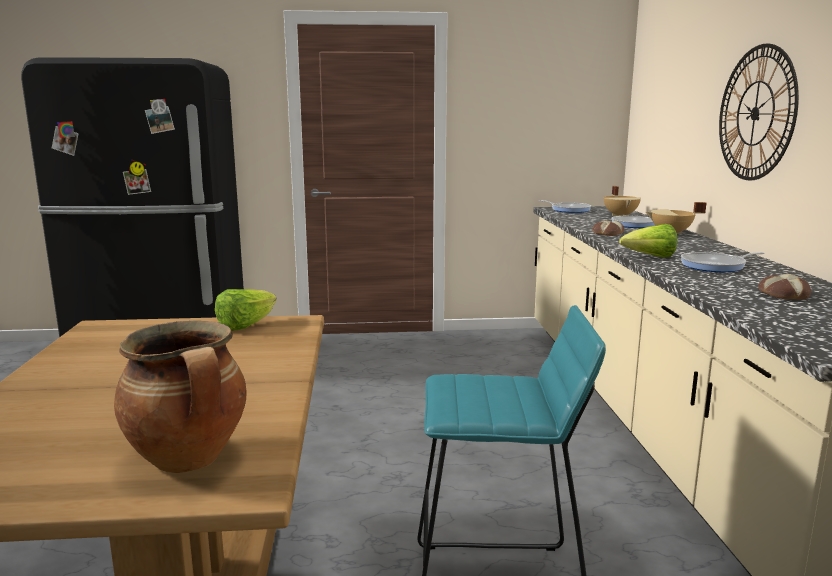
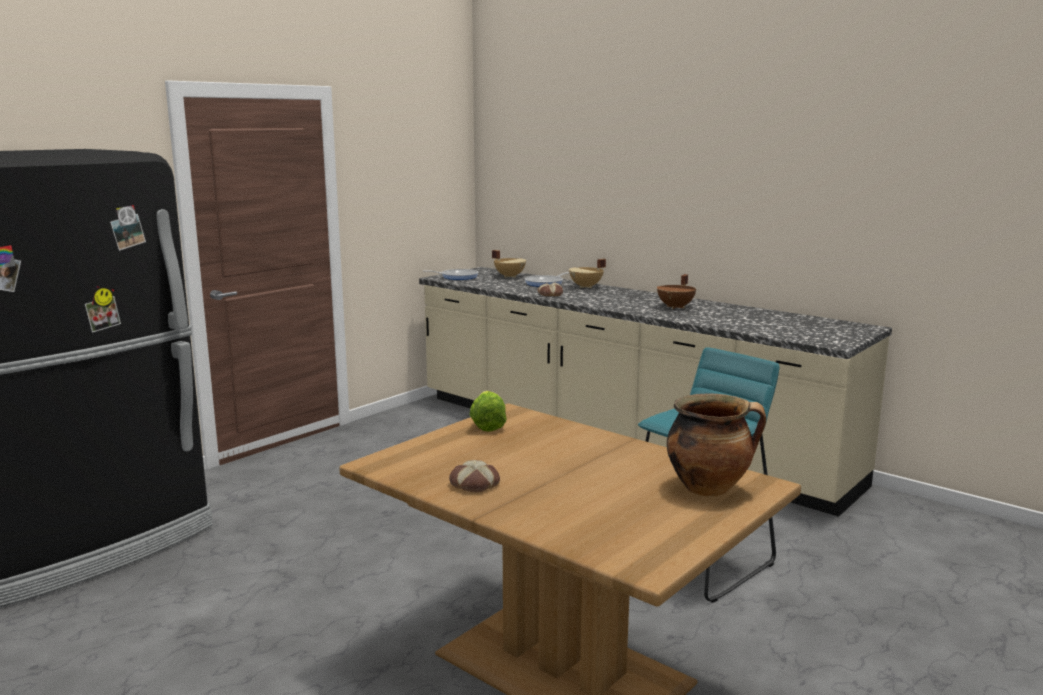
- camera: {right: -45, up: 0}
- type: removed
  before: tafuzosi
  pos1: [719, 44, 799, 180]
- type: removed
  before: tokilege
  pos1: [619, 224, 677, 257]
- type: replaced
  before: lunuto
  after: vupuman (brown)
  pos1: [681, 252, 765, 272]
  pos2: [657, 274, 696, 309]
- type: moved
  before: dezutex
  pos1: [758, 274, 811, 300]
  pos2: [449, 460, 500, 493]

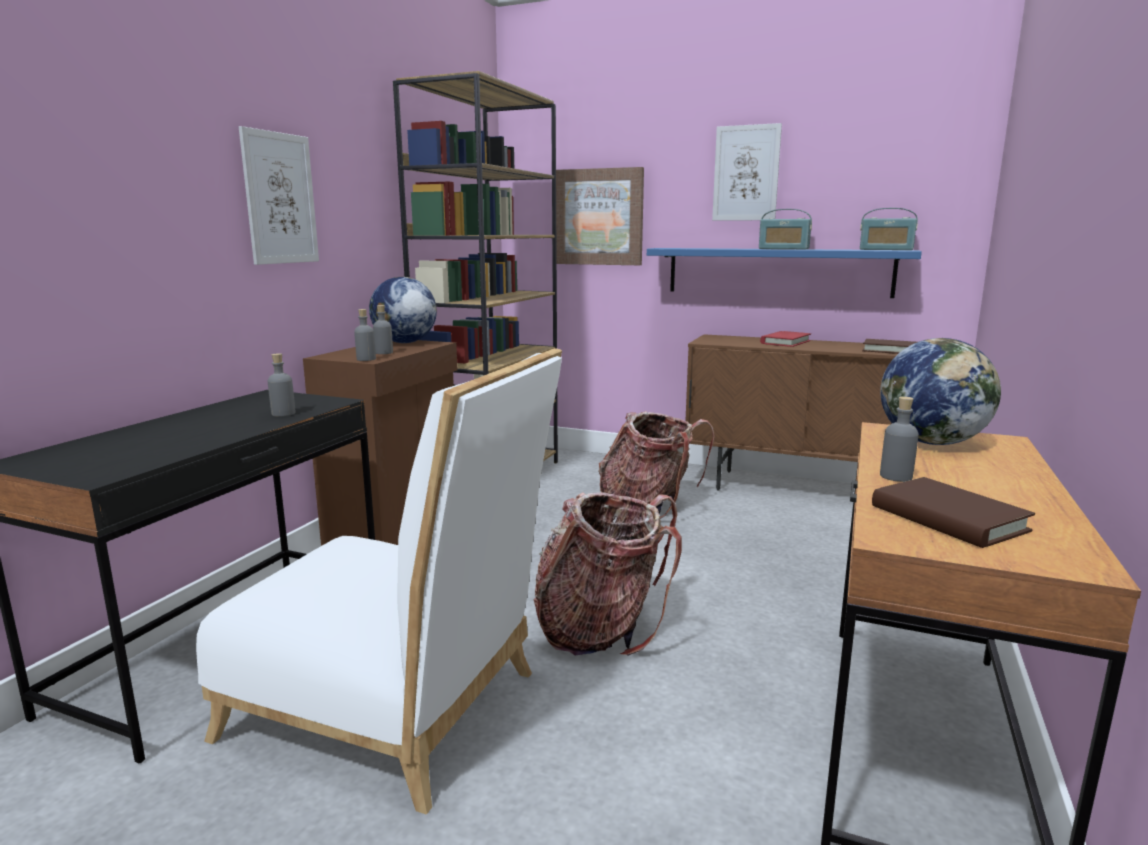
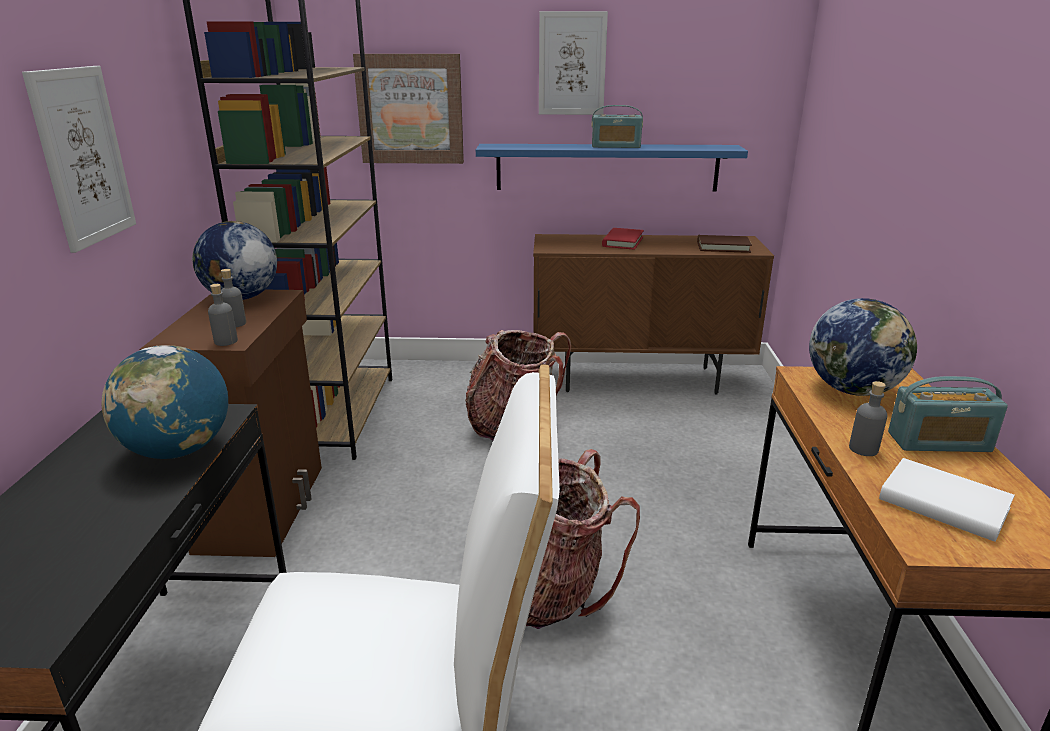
- camera: {right: -20, up: 10}
- type: moved
  before: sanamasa
  pos1: [860, 208, 918, 250]
  pos2: [888, 376, 1008, 452]
- type: replaced
  before: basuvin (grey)
  after: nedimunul
  pos1: [268, 353, 295, 417]
  pos2: [102, 345, 228, 459]
- type: recoloured
  before: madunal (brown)
  after: madunal (white)
  pos1: [872, 477, 1035, 548]
  pos2: [879, 458, 1015, 542]

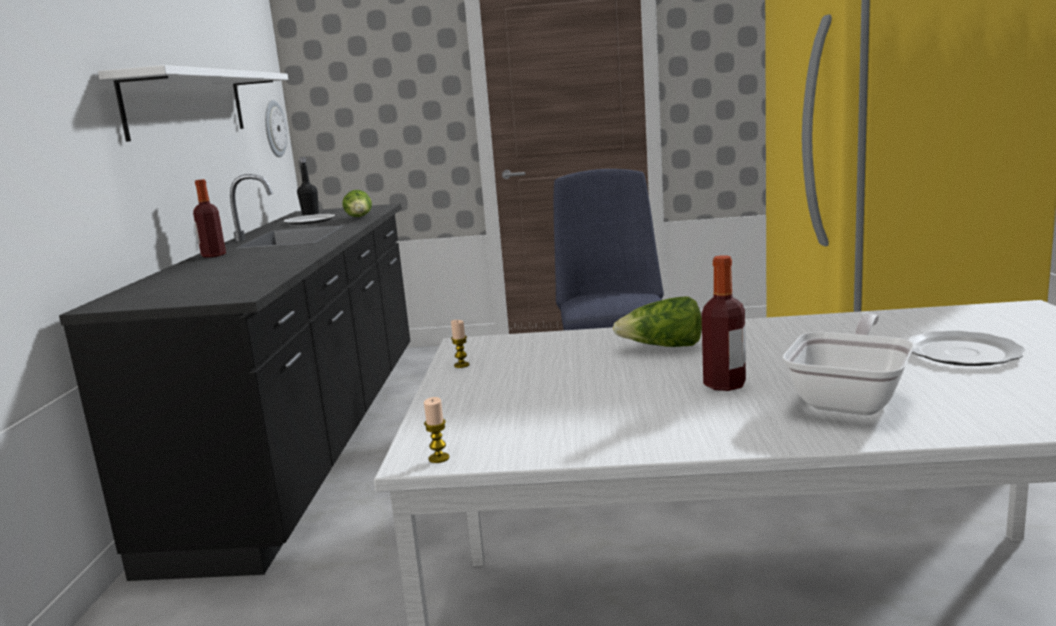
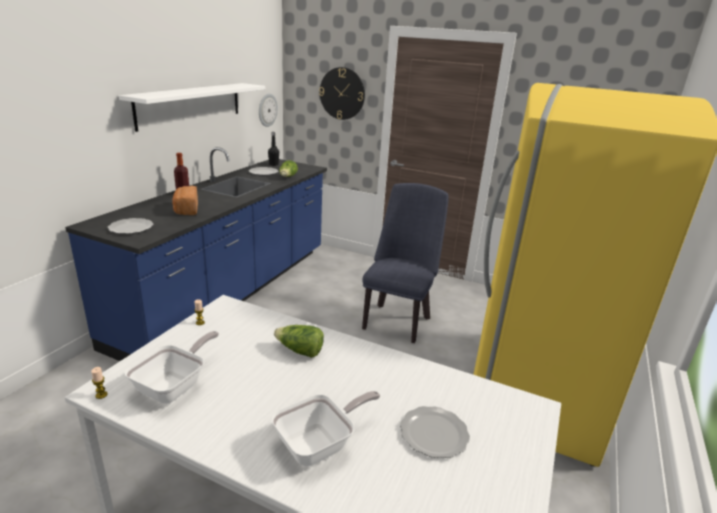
- camera: {right: 20, up: 10}
- type: recoloured
  before: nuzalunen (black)
  after: nuzalunen (blue)
  pos1: [59, 174, 410, 581]
  pos2: [65, 147, 327, 361]
- type: removed
  before: basuvin
  pos1: [702, 255, 746, 391]
- type: added
  after: tafuzosi
  pos2: [319, 67, 365, 120]
- type: added
  after: dezutex
  pos2: [172, 186, 198, 215]
- type: added
  after: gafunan
  pos2: [107, 218, 153, 234]
- type: added
  after: lunuto
  pos2: [125, 331, 219, 404]

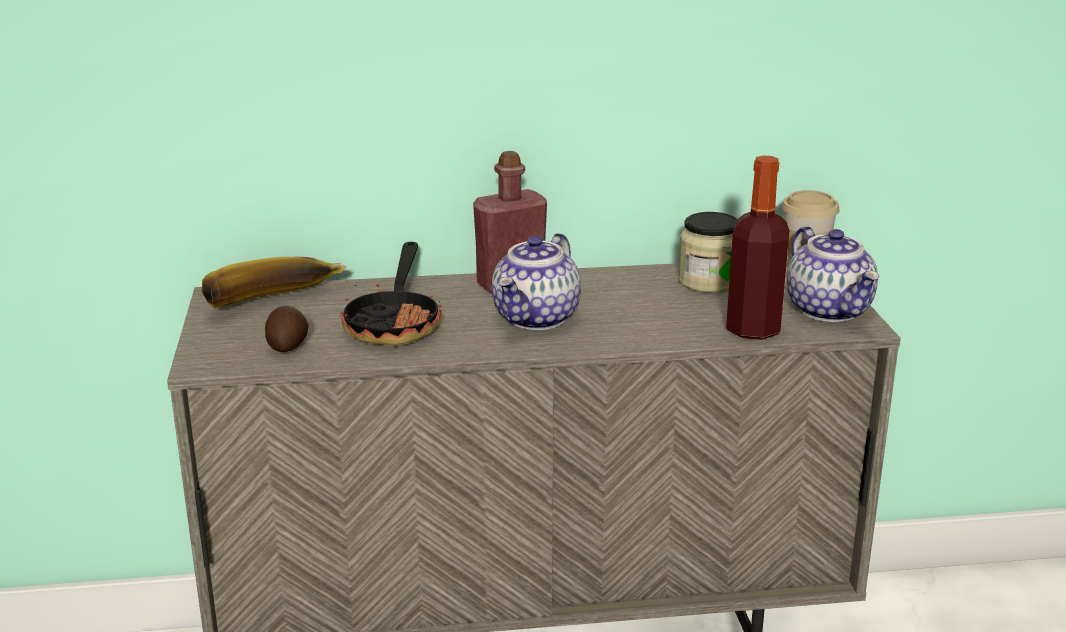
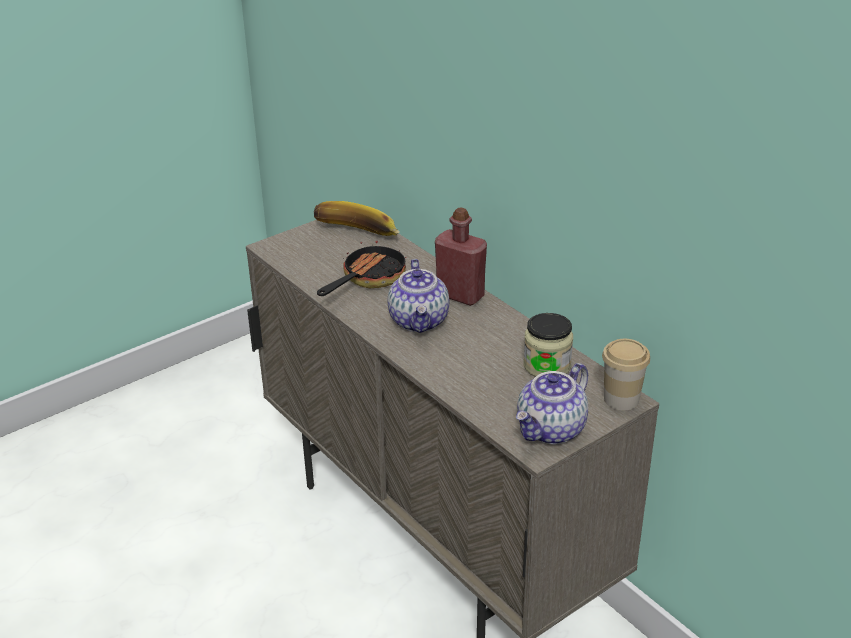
- camera: {right: 60, up: 10}
- type: removed
  before: basuvin
  pos1: [726, 155, 789, 340]
- type: turned
  before: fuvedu
  pos1: [492, 233, 581, 330]
  pos2: [388, 259, 449, 333]
  turn: -90
- type: turned
  before: lunuto
  pos1: [340, 242, 442, 346]
  pos2: [317, 233, 406, 296]
  turn: 150
- type: removed
  before: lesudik
  pos1: [265, 306, 309, 352]

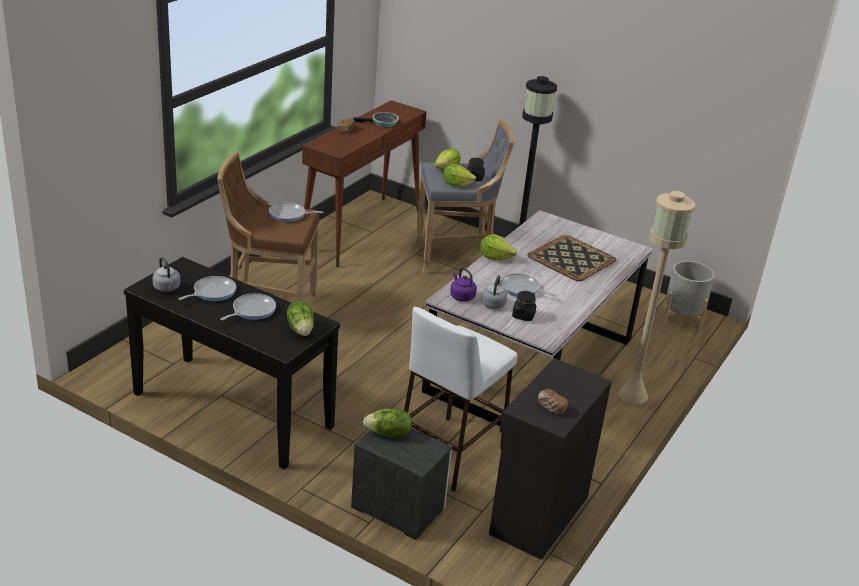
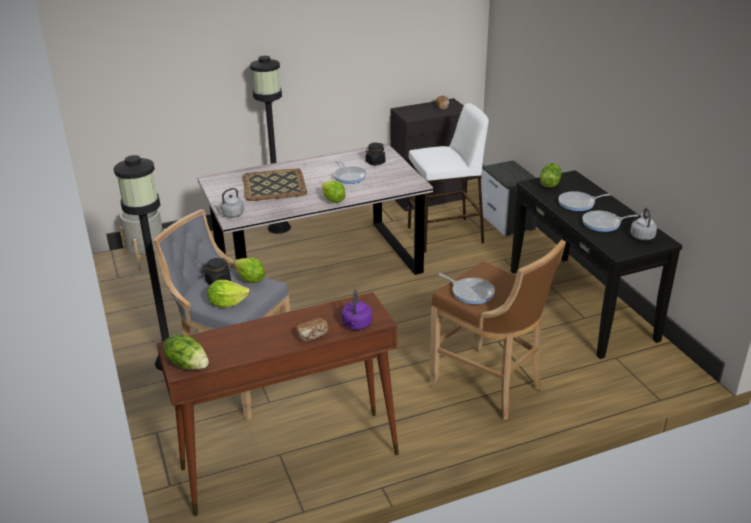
- camera: {right: -140, up: 0}
- type: removed
  before: lunuto
  pos1: [353, 112, 399, 127]
- type: recoloured
  before: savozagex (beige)
  after: savozagex (black)
  pos1: [618, 191, 695, 404]
  pos2: [250, 56, 291, 234]
- type: moved
  before: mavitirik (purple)
  pos1: [450, 268, 477, 302]
  pos2: [342, 289, 372, 330]
- type: moved
  before: mavitirik (grey)
  pos1: [481, 275, 507, 309]
  pos2: [214, 188, 244, 218]
- type: moved
  before: tokilege
  pos1: [363, 409, 412, 437]
  pos2: [163, 334, 209, 370]

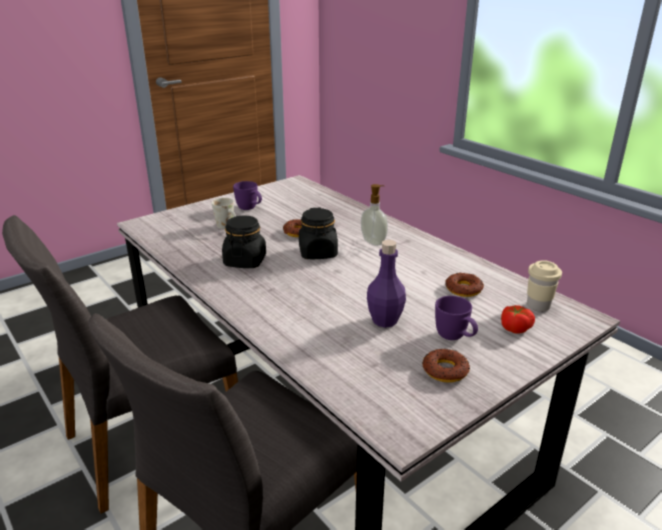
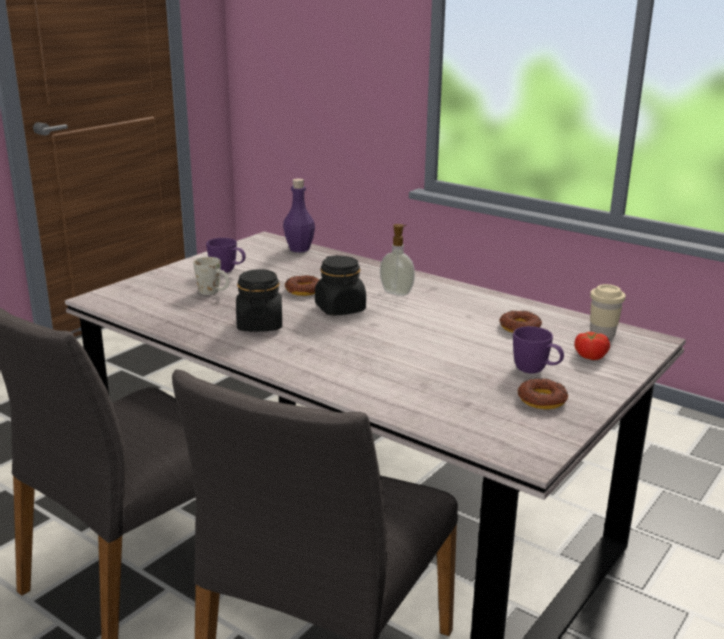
- camera: {right: -15, up: -5}
- type: moved
  before: basuvin (purple)
  pos1: [367, 240, 406, 328]
  pos2: [283, 179, 315, 252]

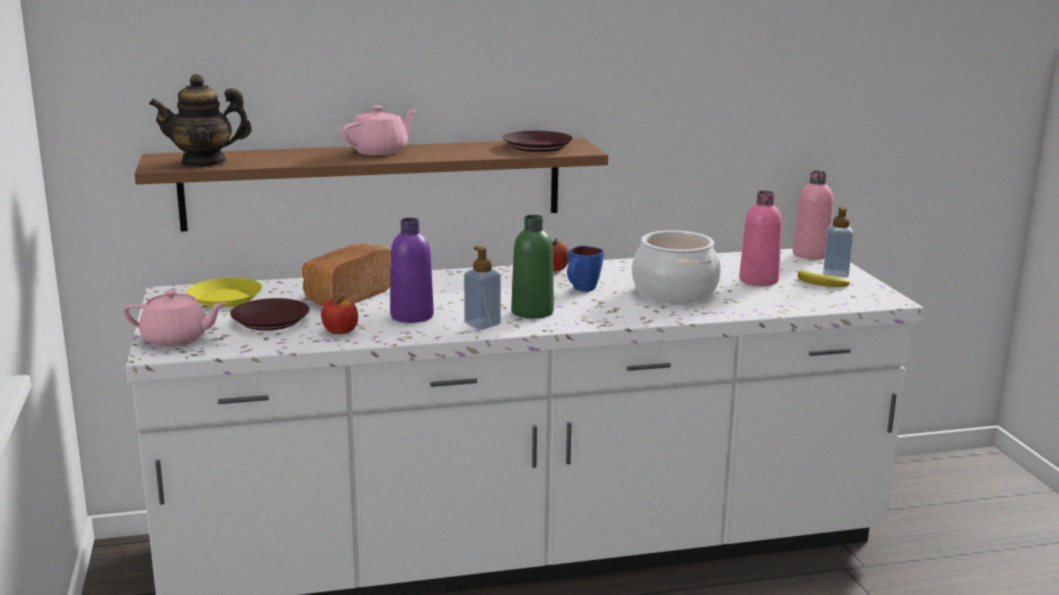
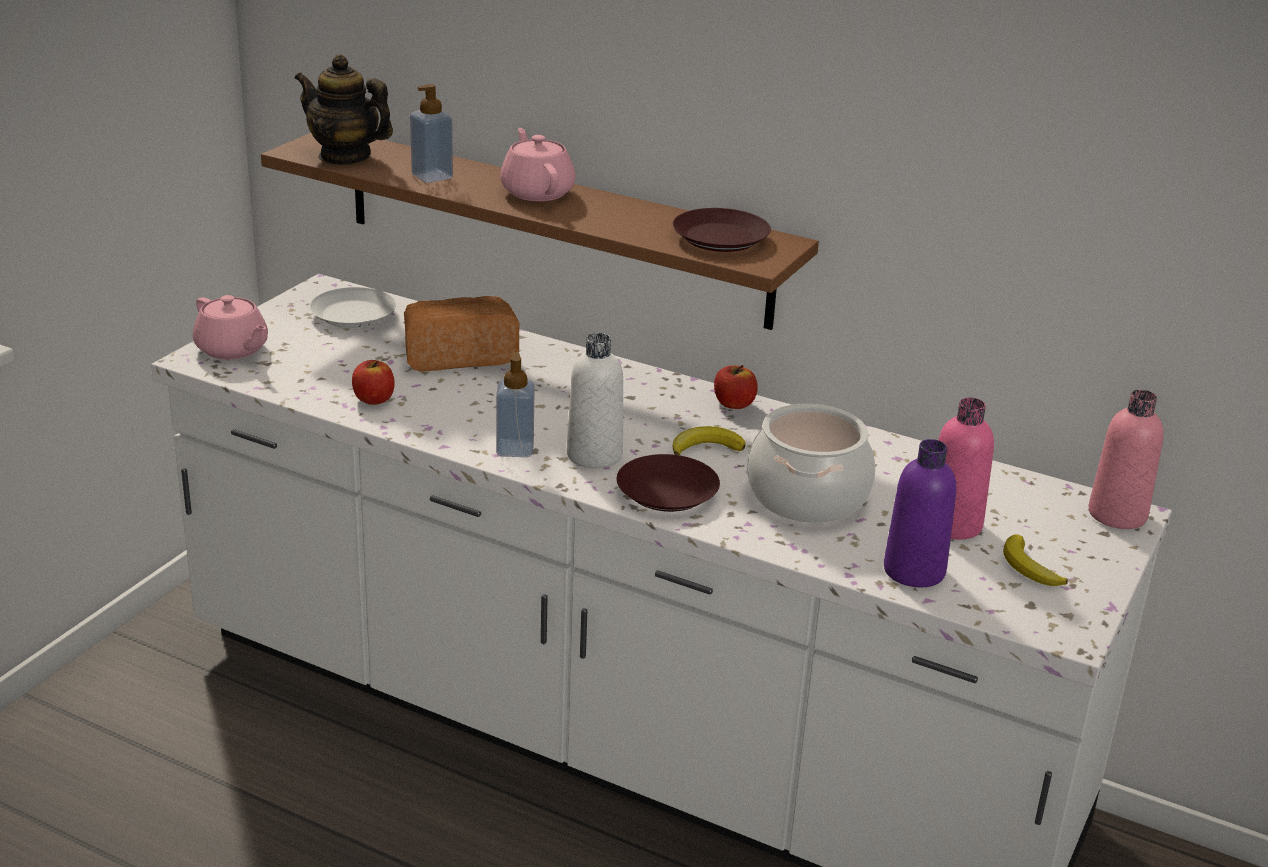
- camera: {right: 40, up: 10}
- type: turned
  before: fuvedu (pink)
  pos1: [342, 106, 416, 155]
  pos2: [500, 128, 576, 201]
  turn: -105
- type: moved
  before: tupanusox
  pos1: [823, 206, 853, 278]
  pos2: [410, 84, 453, 183]
- type: recoloured
  before: basuvin (green)
  after: basuvin (white)
  pos1: [511, 215, 554, 319]
  pos2: [567, 333, 623, 468]
- type: moved
  before: basuvin (purple)
  pos1: [390, 218, 434, 323]
  pos2: [884, 439, 956, 587]
- type: replaced
  before: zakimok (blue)
  after: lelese
  pos1: [567, 246, 604, 292]
  pos2: [673, 426, 745, 455]
- type: recoloured
  before: gafunan (yellow)
  after: gafunan (white)
  pos1: [187, 278, 262, 307]
  pos2: [309, 287, 396, 328]
- type: moved
  before: gafunan (brown)
  pos1: [230, 298, 309, 331]
  pos2: [617, 454, 720, 512]

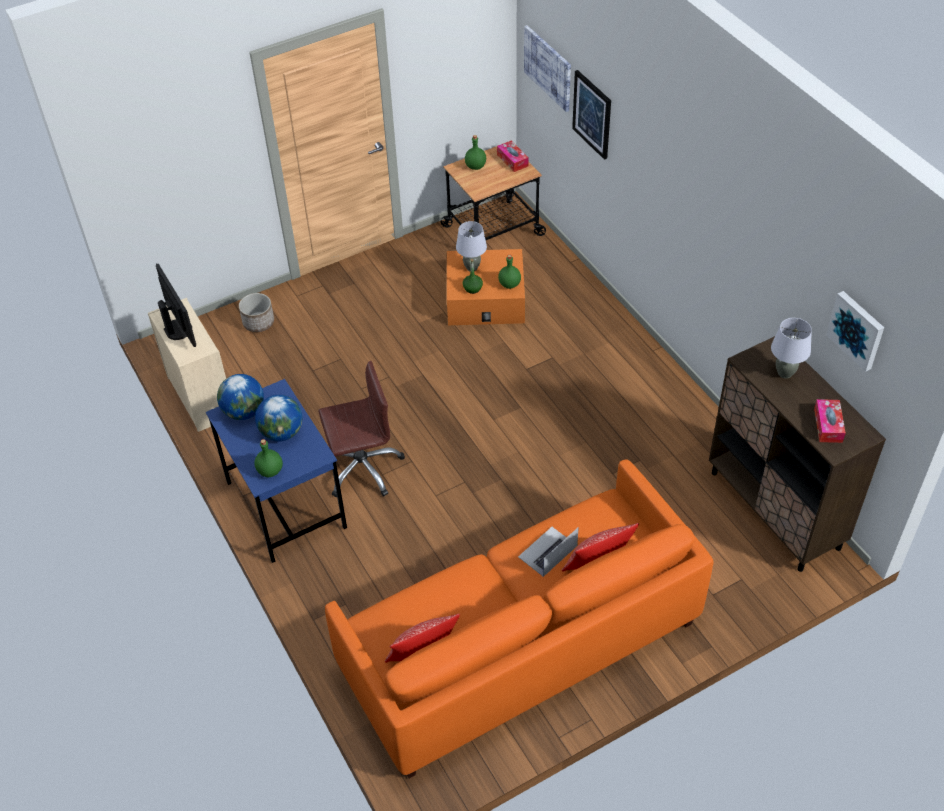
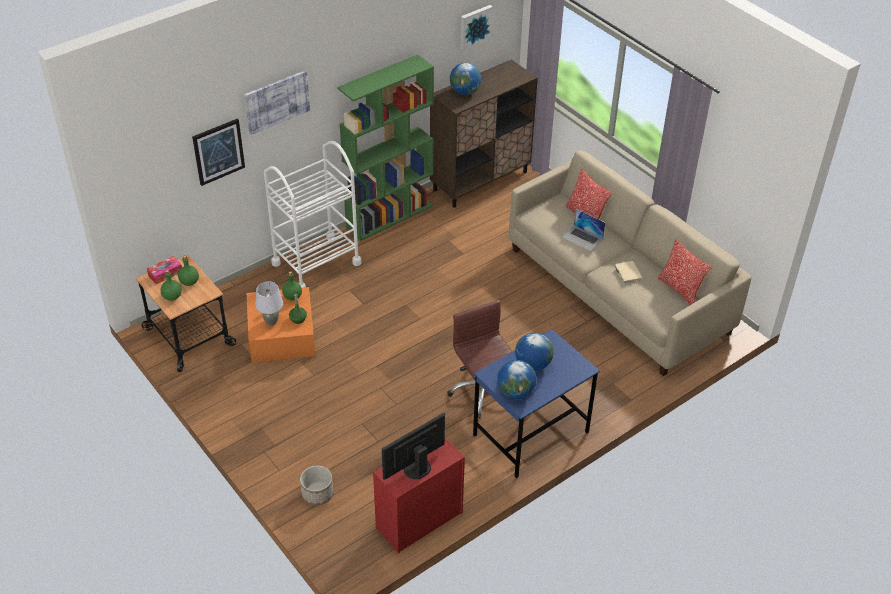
- camera: {right: -100, up: -5}
- type: moved
  before: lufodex
  pos1: [524, 25, 571, 112]
  pos2: [244, 70, 310, 135]
- type: recoloured
  before: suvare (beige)
  after: suvare (red)
  pos1: [148, 298, 226, 432]
  pos2: [373, 437, 465, 553]
- type: replaced
  before: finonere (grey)
  after: nedimunul
  pos1: [771, 318, 812, 379]
  pos2: [450, 63, 481, 95]
- type: removed
  before: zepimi
  pos1: [814, 399, 846, 443]
- type: moved
  before: basuvin (green)
  pos1: [254, 439, 283, 477]
  pos2: [178, 256, 199, 286]
- type: recoloured
  before: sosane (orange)
  after: sosane (beige)
  pos1: [325, 459, 713, 778]
  pos2: [508, 150, 751, 376]
- type: added
  after: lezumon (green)
  pos2: [337, 54, 434, 241]
- type: added
  after: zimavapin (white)
  pos2: [264, 141, 362, 288]
- type: added
  after: madunal (beige)
  pos2: [614, 261, 642, 283]

